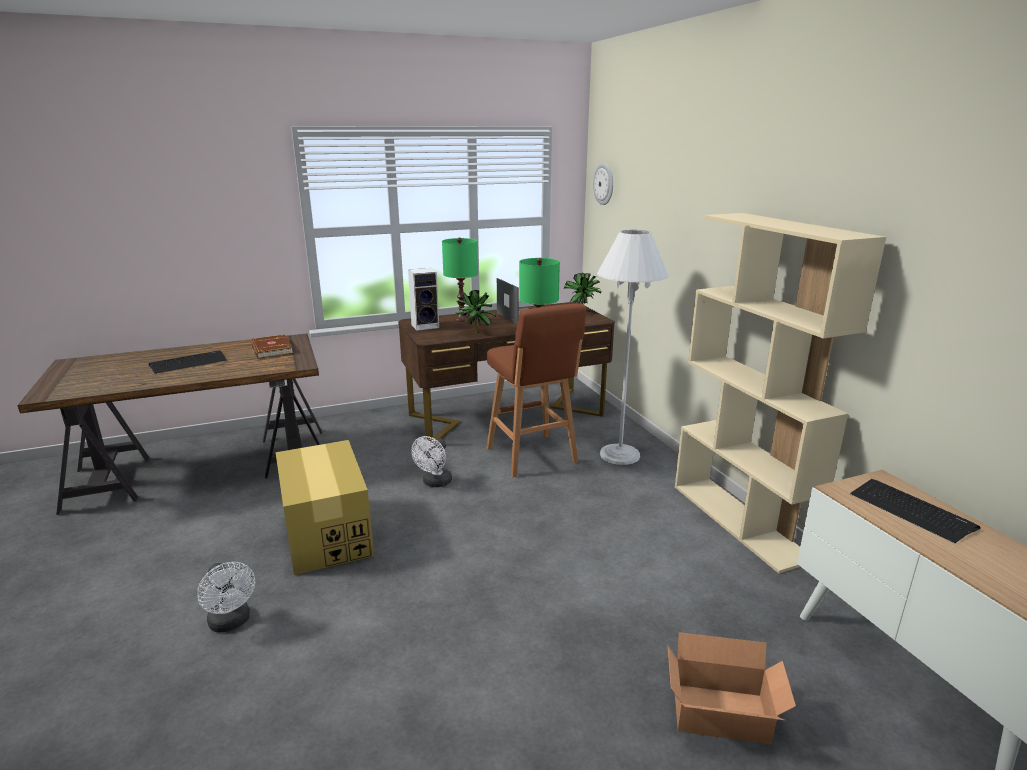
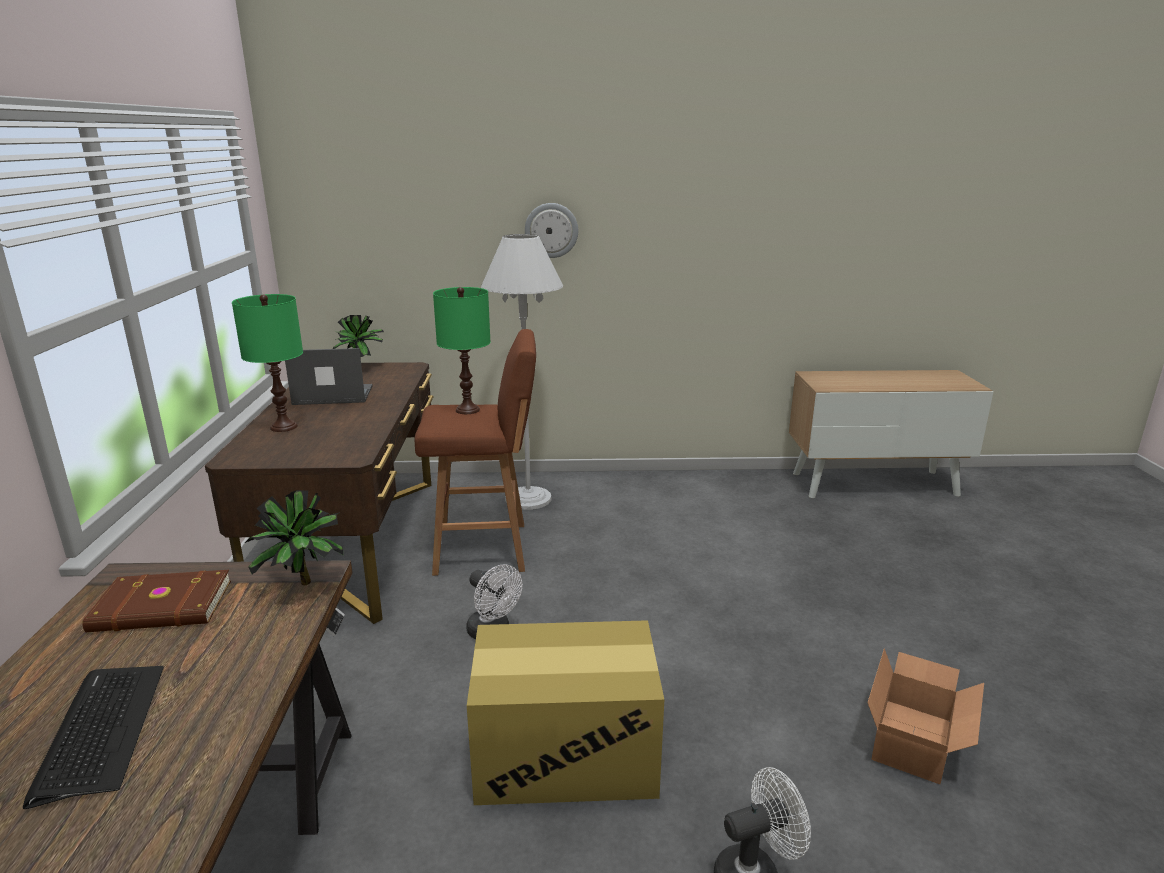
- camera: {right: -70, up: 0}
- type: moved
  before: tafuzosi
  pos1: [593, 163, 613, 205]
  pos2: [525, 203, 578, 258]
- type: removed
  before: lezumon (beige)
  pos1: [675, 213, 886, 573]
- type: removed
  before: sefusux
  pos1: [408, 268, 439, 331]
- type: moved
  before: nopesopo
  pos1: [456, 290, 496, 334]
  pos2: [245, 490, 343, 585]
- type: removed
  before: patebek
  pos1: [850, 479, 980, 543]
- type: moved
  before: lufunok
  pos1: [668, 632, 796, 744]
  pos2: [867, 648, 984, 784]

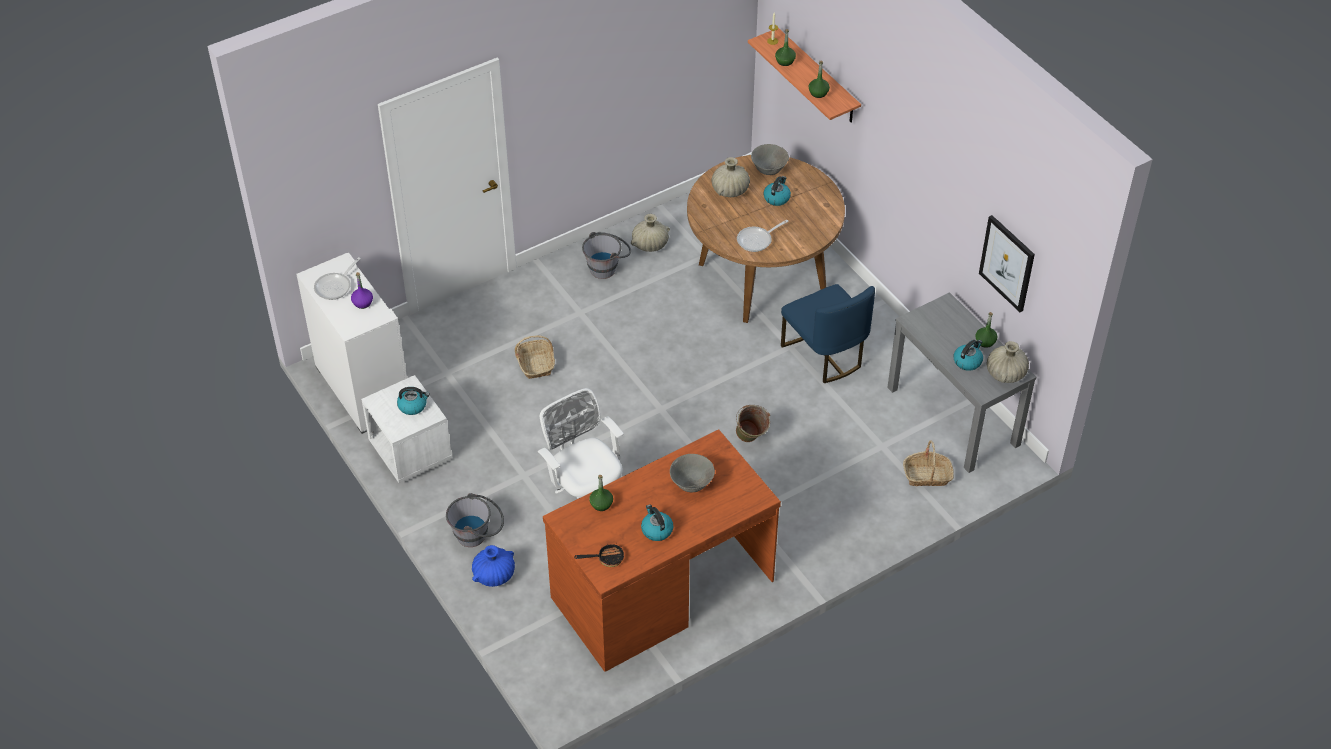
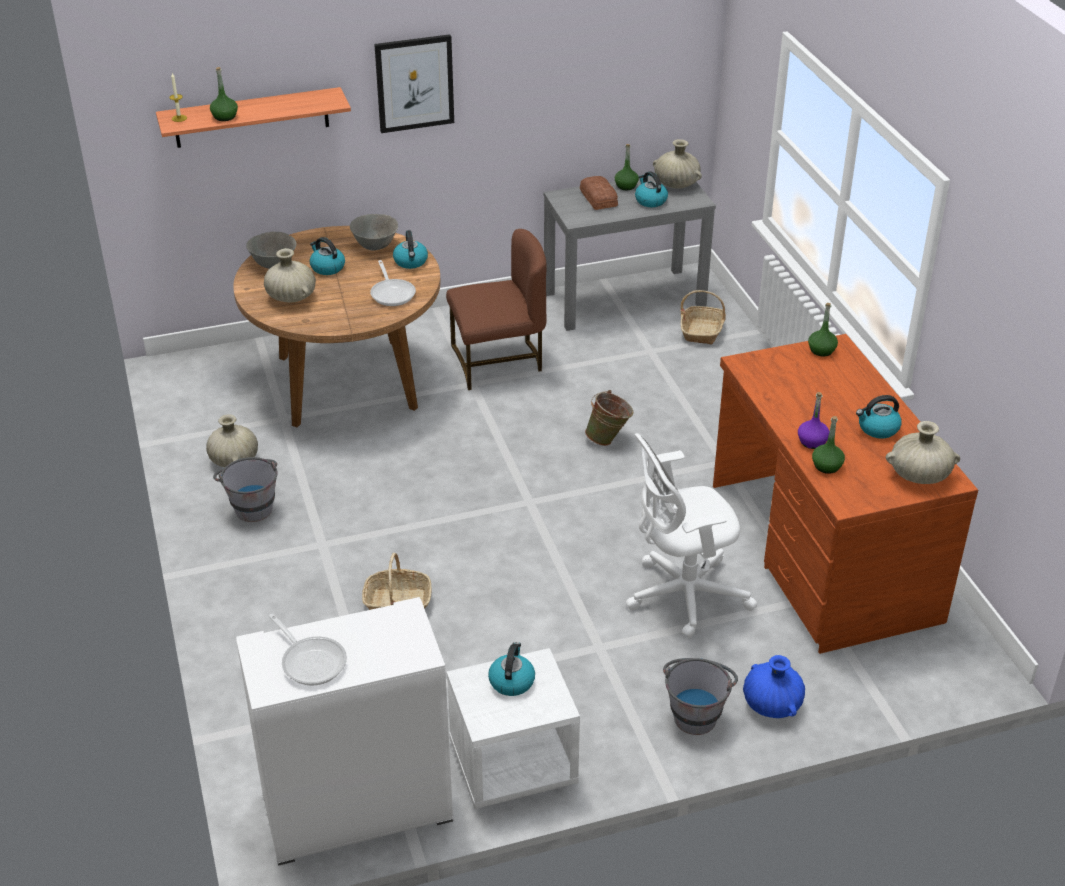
- camera: {right: -75, up: -10}
- type: moved
  before: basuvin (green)
  pos1: [809, 61, 830, 98]
  pos2: [808, 303, 838, 356]
- type: moved
  before: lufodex
  pos1: [979, 215, 1035, 312]
  pos2: [374, 34, 454, 133]
- type: moved
  before: basuvin (purple)
  pos1: [351, 272, 373, 309]
  pos2: [798, 392, 830, 449]
- type: recoloured
  before: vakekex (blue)
  after: vakekex (brown)
  pos1: [781, 284, 875, 383]
  pos2: [446, 229, 547, 390]
- type: moved
  before: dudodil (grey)
  pos1: [670, 454, 715, 492]
  pos2: [350, 214, 398, 250]
- type: replaced
  before: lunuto
  after: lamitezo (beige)
  pos1: [574, 544, 624, 567]
  pos2: [886, 421, 960, 484]
- type: added
  after: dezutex
  pos2: [580, 176, 618, 210]
- type: added
  after: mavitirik
  pos2: [393, 230, 428, 269]

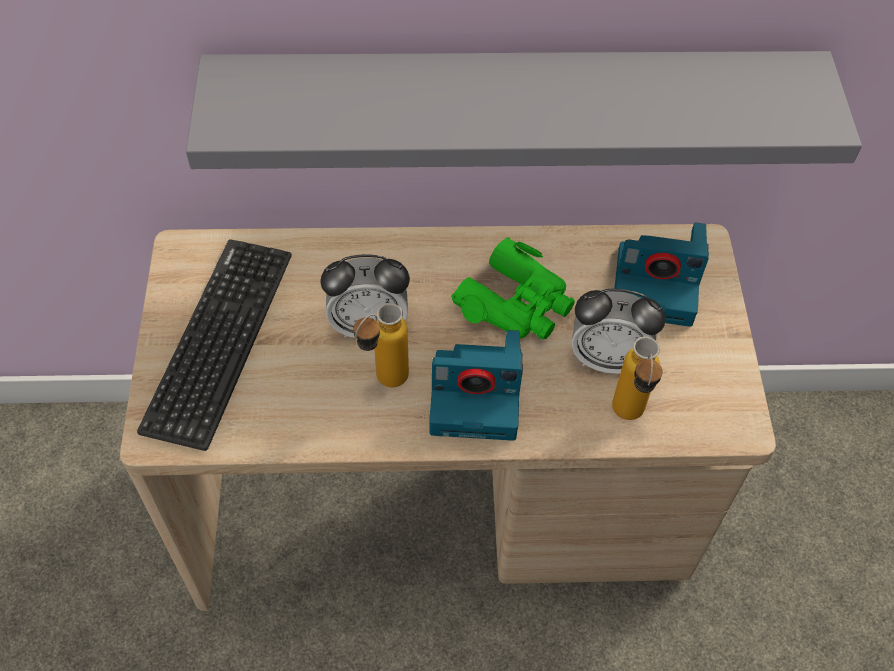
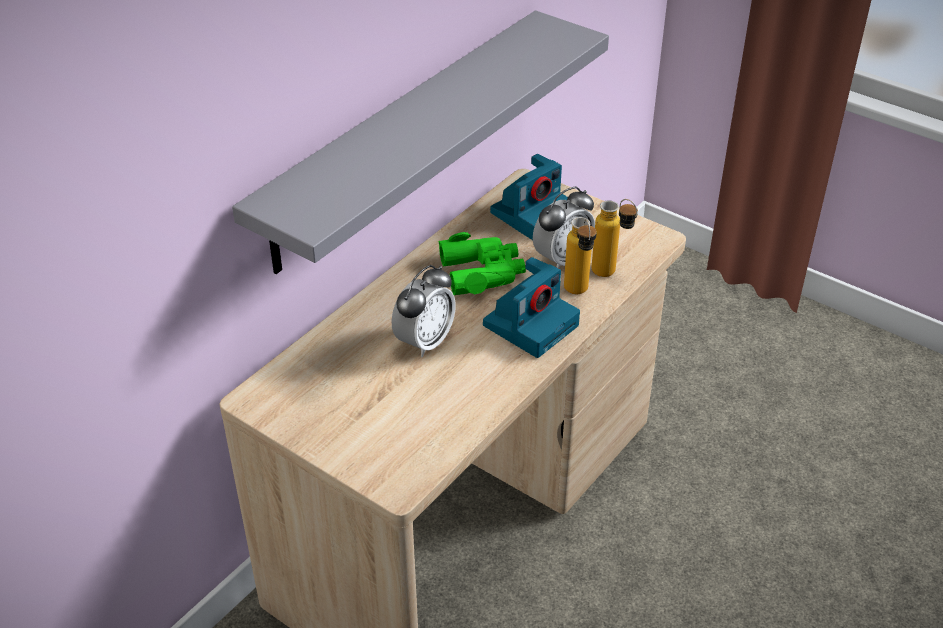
- camera: {right: -50, up: -15}
- type: removed
  before: patebek
  pos1: [137, 239, 292, 451]
- type: moved
  before: basuvin
  pos1: [353, 303, 409, 387]
  pos2: [564, 217, 597, 294]

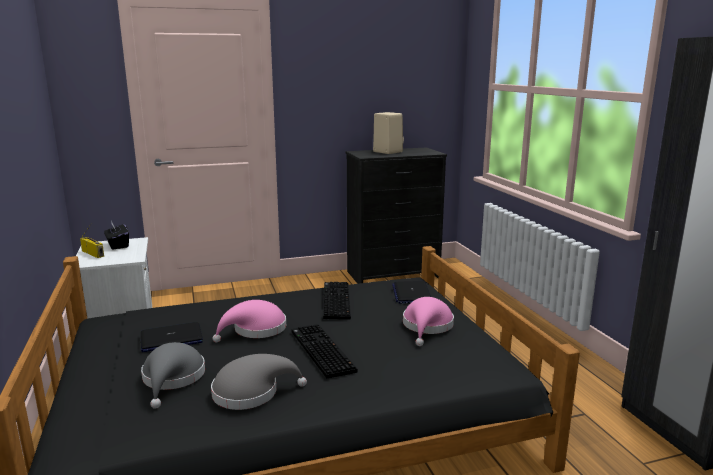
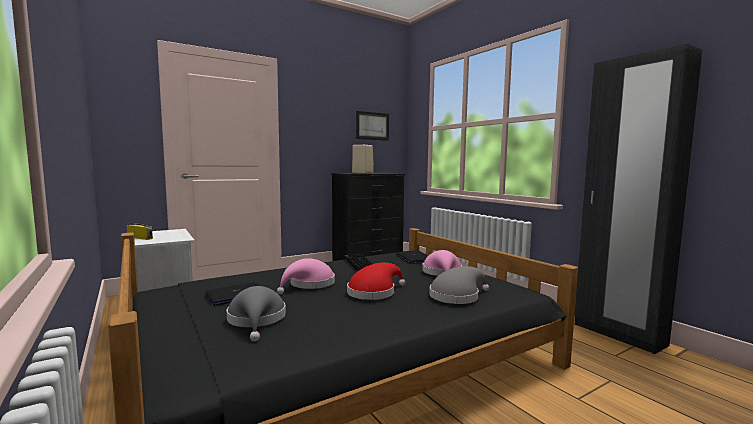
- camera: {right: -15, up: -10}
- type: removed
  before: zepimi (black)
  pos1: [104, 221, 129, 249]
- type: replaced
  before: patebek
  after: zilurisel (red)
  pos1: [292, 324, 358, 378]
  pos2: [347, 263, 405, 300]
- type: moved
  before: zilurisel (grey)
  pos1: [211, 354, 307, 410]
  pos2: [429, 266, 489, 304]
- type: added
  after: lufodex
  pos2: [356, 111, 389, 141]

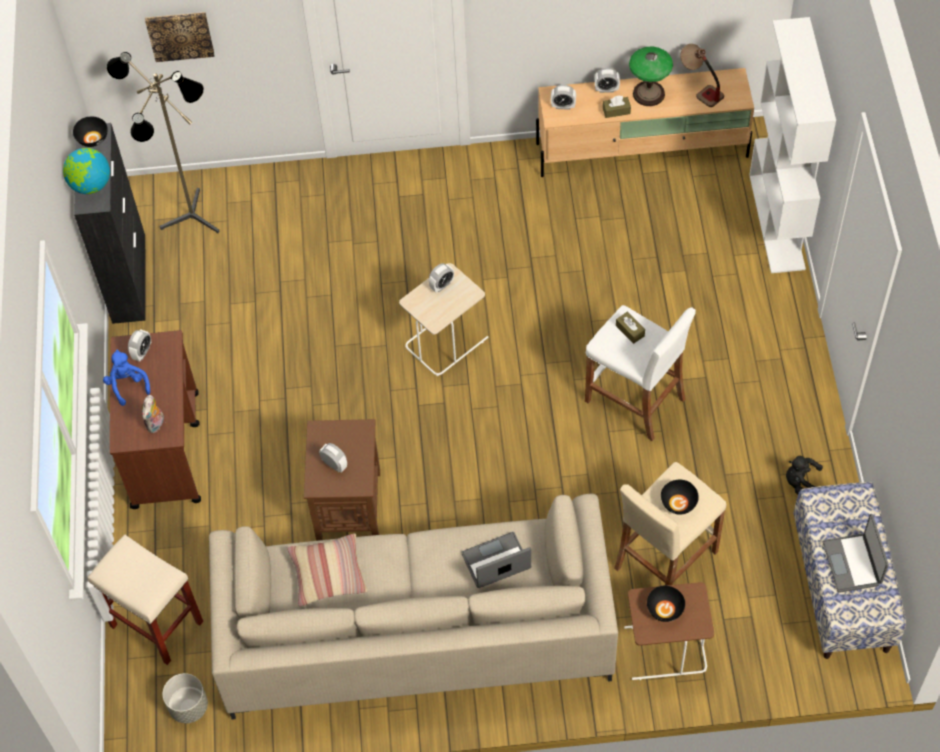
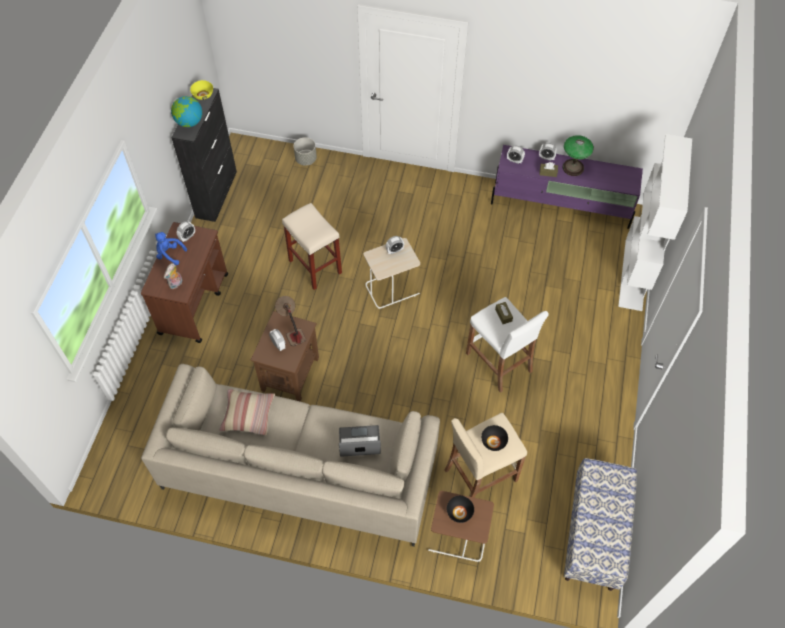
- camera: {right: 15, up: 0}
- type: removed
  before: lufodex
  pos1: [145, 12, 214, 62]
- type: moved
  before: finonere
  pos1: [680, 44, 724, 107]
  pos2: [275, 296, 306, 346]
- type: removed
  before: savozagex
  pos1: [107, 52, 220, 233]
- type: recoloured
  before: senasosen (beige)
  after: senasosen (purple)
  pos1: [536, 68, 754, 177]
  pos2: [491, 145, 643, 229]
- type: recoloured
  before: dudodil (black)
  after: dudodil (yellow)
  pos1: [73, 117, 107, 147]
  pos2: [190, 80, 213, 100]
- type: turned
  before: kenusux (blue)
  pos1: [103, 350, 150, 406]
  pos2: [155, 232, 187, 265]
  turn: -60
- type: removed
  before: kenusux (black)
  pos1: [786, 456, 823, 494]
- type: removed
  before: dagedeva
  pos1: [823, 514, 889, 593]
- type: moved
  before: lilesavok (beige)
  pos1: [87, 534, 203, 665]
  pos2: [282, 203, 342, 290]
- type: moved
  before: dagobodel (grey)
  pos1: [162, 673, 208, 723]
  pos2: [294, 137, 317, 166]

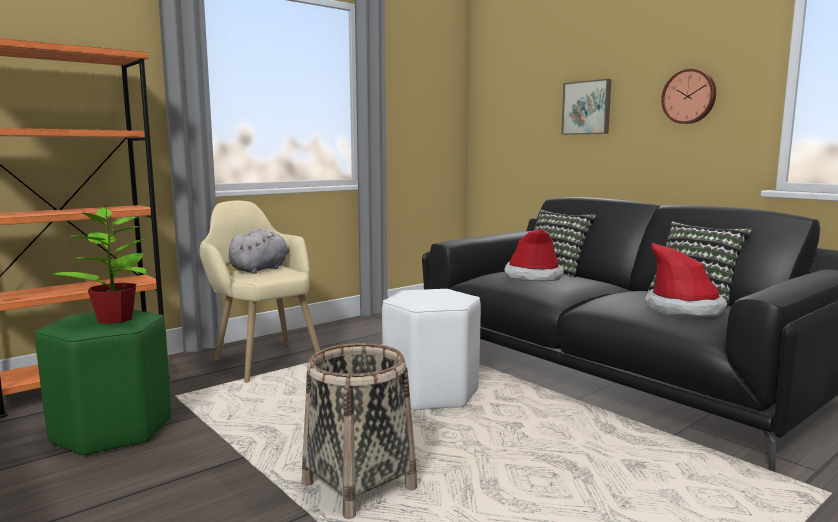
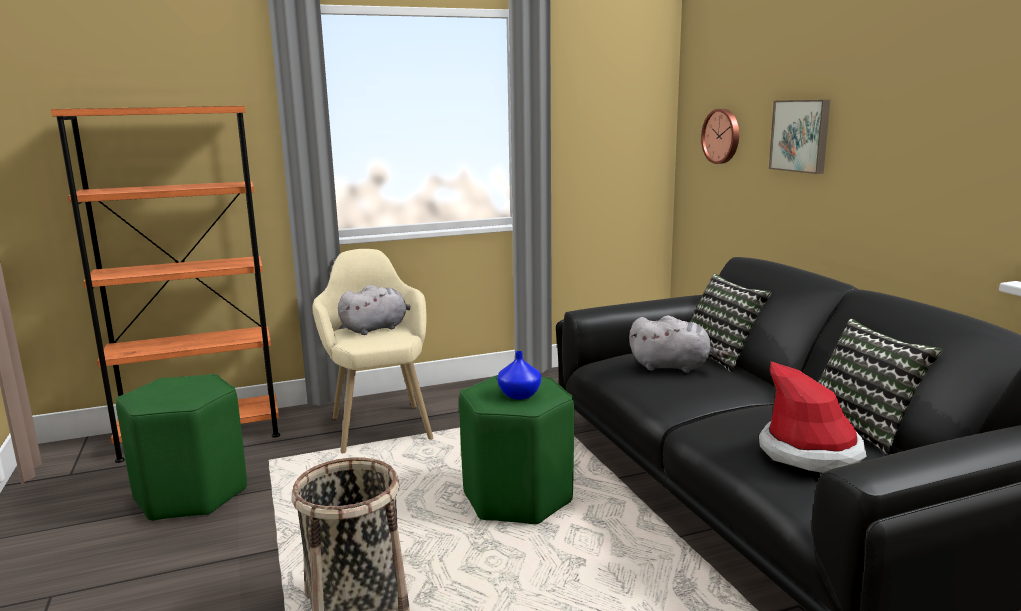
- camera: {right: 20, up: 5}
- type: moved
  before: tafuzosi
  pos1: [661, 69, 716, 124]
  pos2: [701, 109, 739, 164]
- type: removed
  before: nopesopo
  pos1: [49, 205, 149, 324]
- type: replaced
  before: zilurisel
  after: kenusux (grey)
  pos1: [504, 229, 564, 282]
  pos2: [629, 316, 729, 373]
- type: recoloured
  before: lilesavok (white)
  after: lilesavok (green)
  pos1: [382, 289, 481, 410]
  pos2: [459, 375, 574, 524]
- type: added
  after: lamitezo (blue)
  pos2: [497, 351, 541, 400]

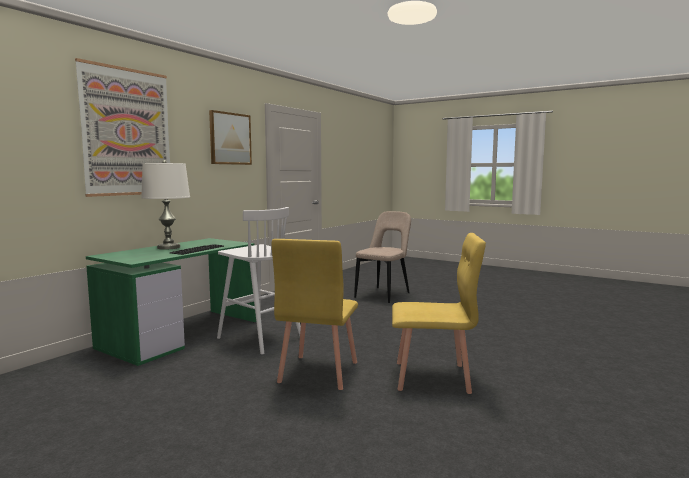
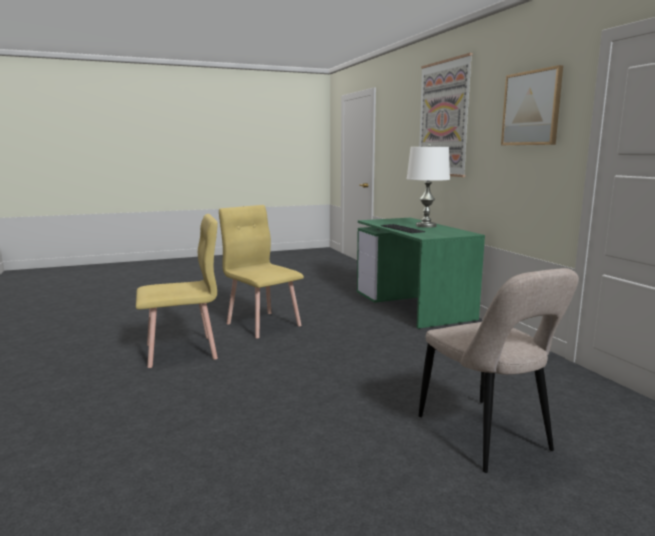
- camera: {right: 125, up: 5}
- type: removed
  before: lilesavok (white)
  pos1: [217, 207, 301, 355]
- type: turned
  before: vakekex (yellow)
  pos1: [392, 233, 486, 394]
  pos2: [136, 214, 218, 368]
  turn: -150

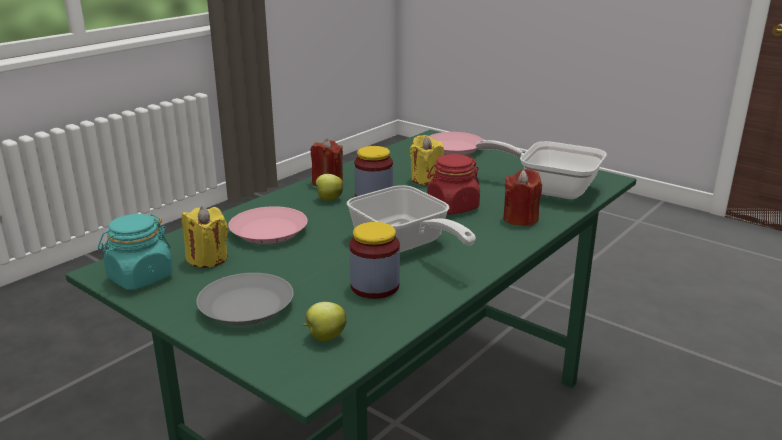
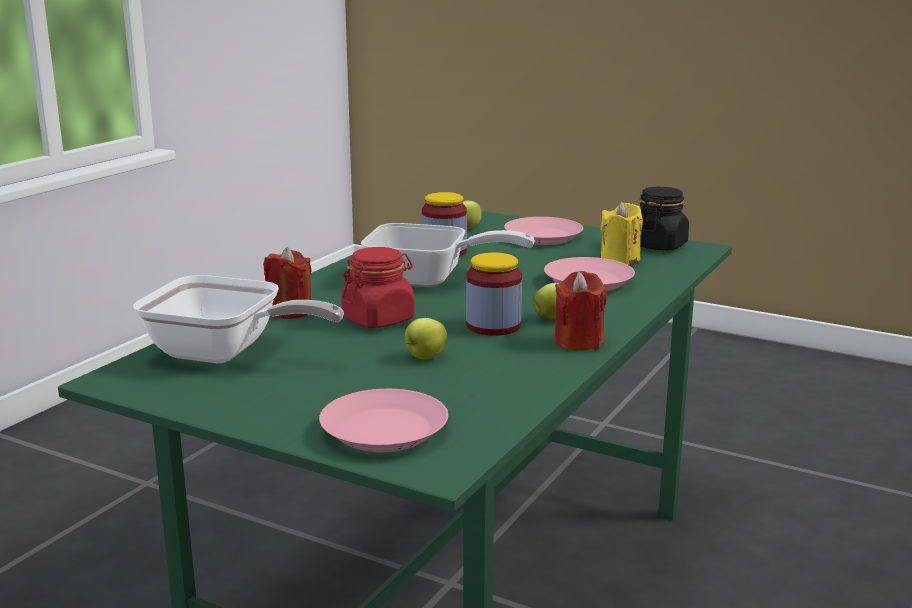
- camera: {right: 170, up: -5}
- type: replaced
  before: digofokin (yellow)
  after: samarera
  pos1: [410, 135, 444, 185]
  pos2: [405, 318, 447, 359]
- type: turned
  before: lunuto
  pos1: [347, 185, 476, 253]
  pos2: [361, 223, 535, 287]
  turn: 150
- type: recoloured
  before: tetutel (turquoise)
  after: tetutel (black)
  pos1: [98, 214, 173, 290]
  pos2: [640, 187, 689, 250]
- type: recoloured
  before: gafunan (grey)
  after: gafunan (pink)
  pos1: [196, 273, 293, 325]
  pos2: [504, 217, 583, 245]

